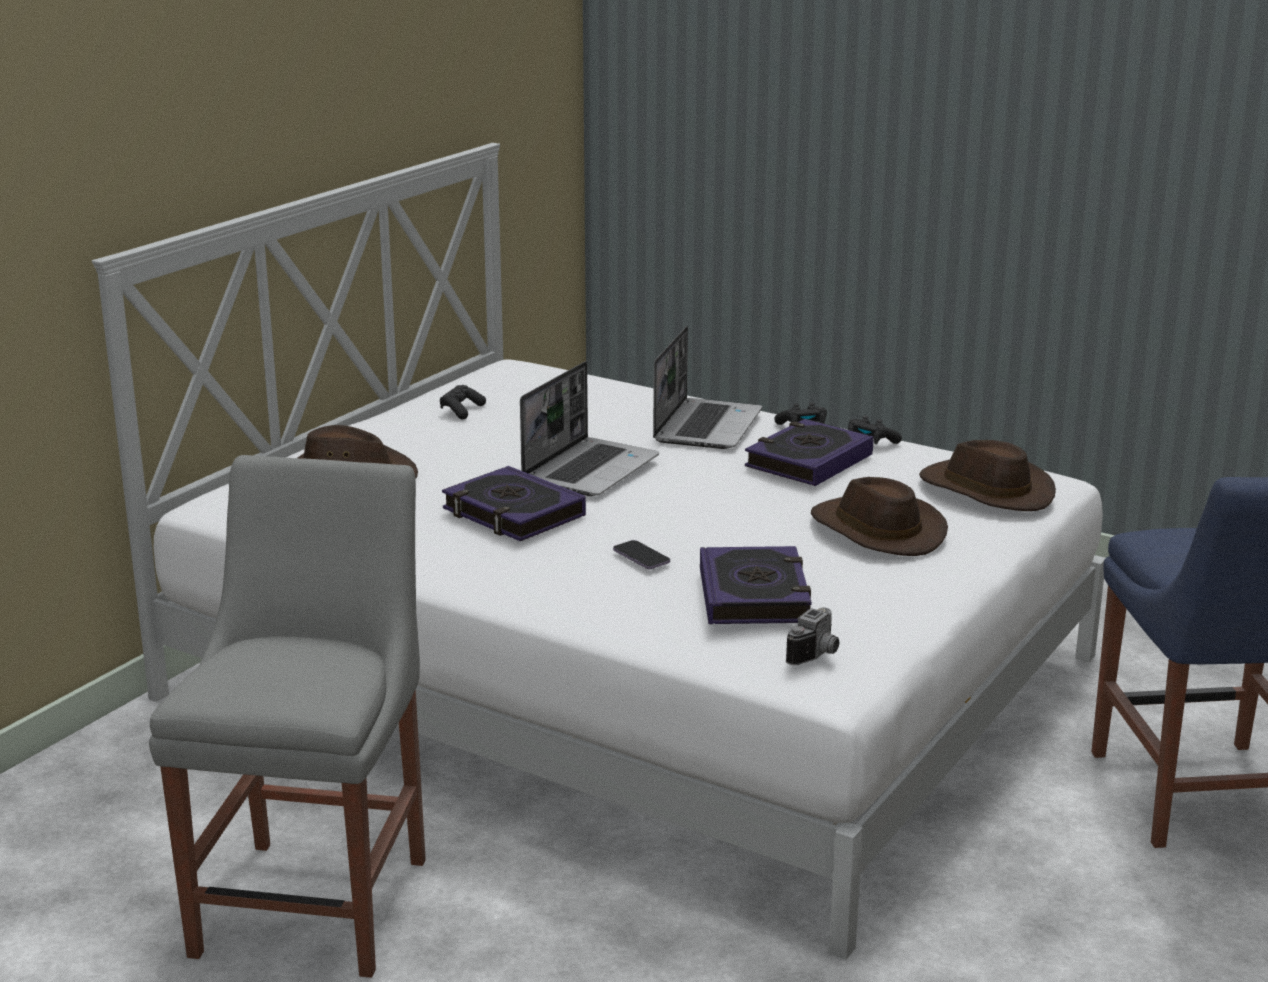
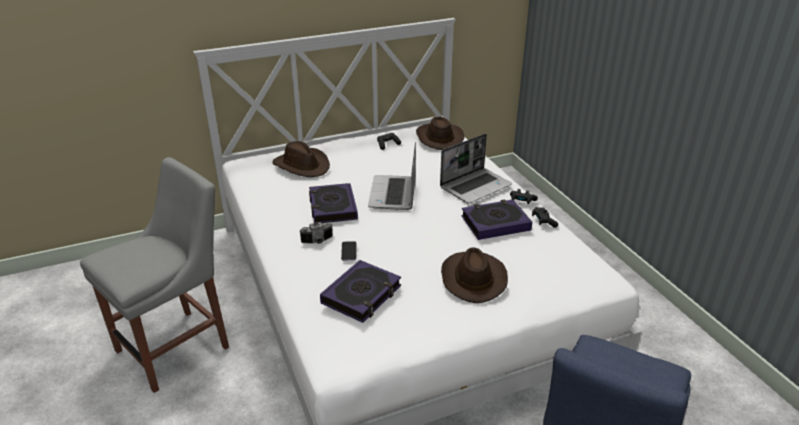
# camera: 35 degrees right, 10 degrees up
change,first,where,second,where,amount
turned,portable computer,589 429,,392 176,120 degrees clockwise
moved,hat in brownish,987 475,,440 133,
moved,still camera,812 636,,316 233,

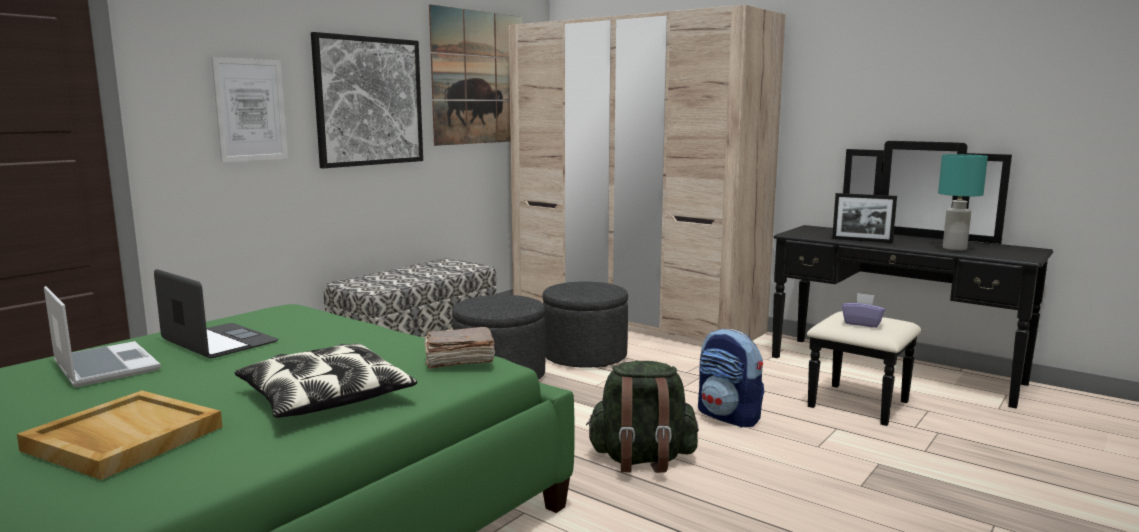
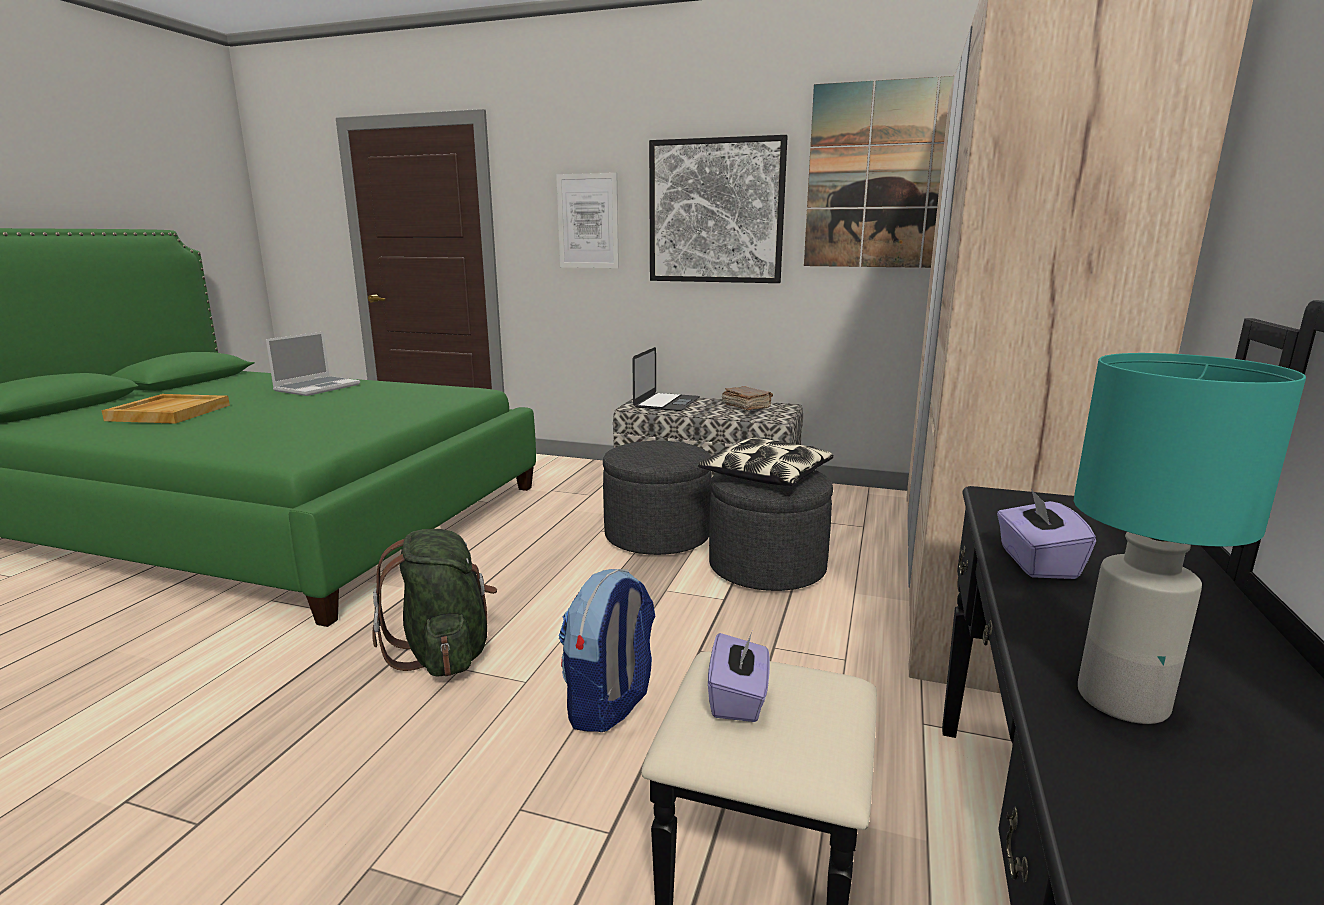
# camera: 70 degrees right, 5 degrees up
change,first,where,second,where,amount
replaced,picture frame,864 218,tissue box in purplish,1046 533,
moved,portable computer,216 313,,666 379,
moved,volume in brownish,459 348,,747 398,
moved,throw pillow,326 380,,766 461,

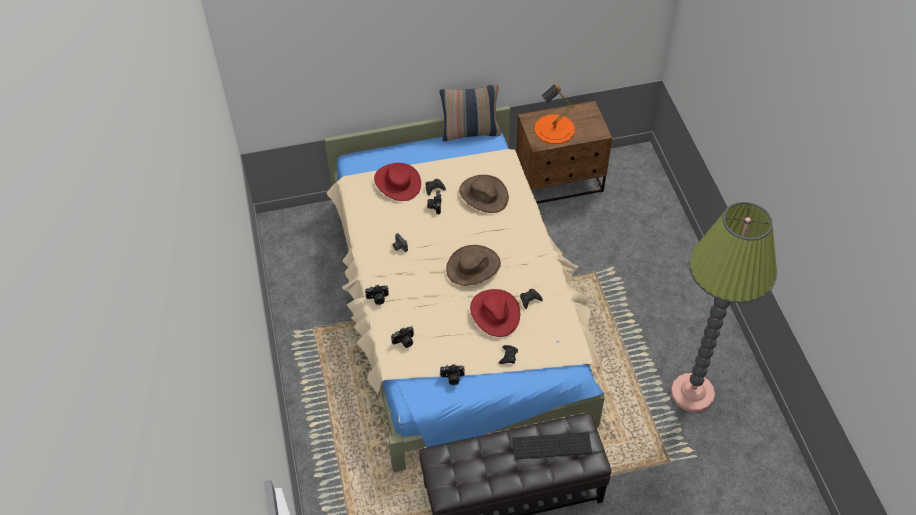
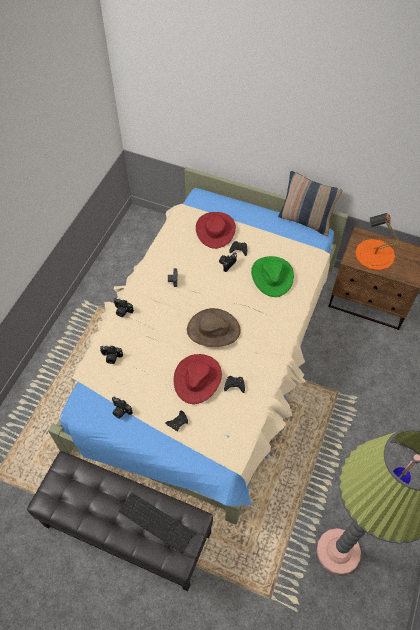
# camera: 35 degrees right, 5 degrees up
change,first,where,second,where,amount
recoloured,hat in brownish,484 194,hat in greenish,272 276,

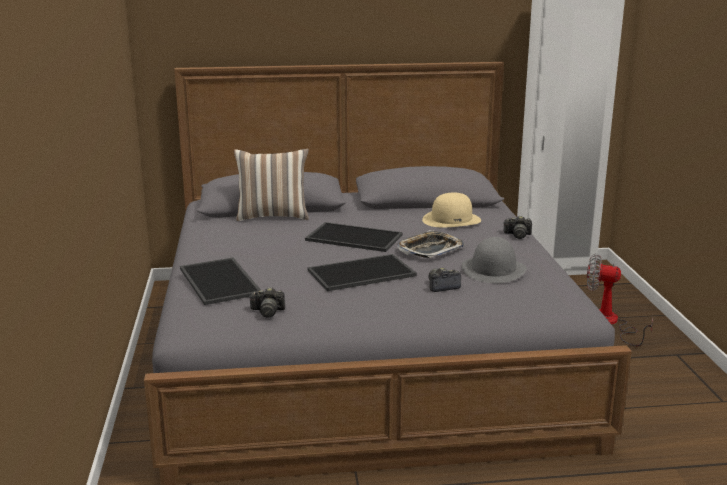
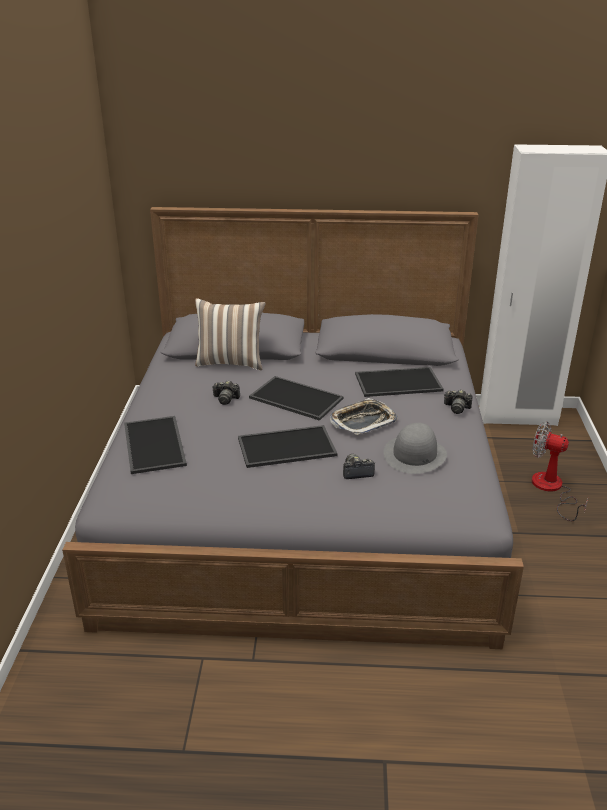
# camera: 10 degrees right, 10 degrees up
change,first,where,second,where,amount
replaced,hat in beige,451 210,carrying tray,399 382,
moved,still camera,267 302,,226 393,

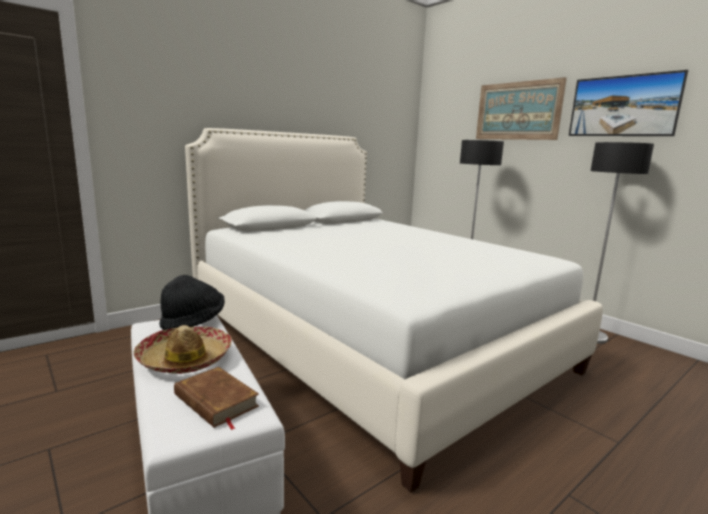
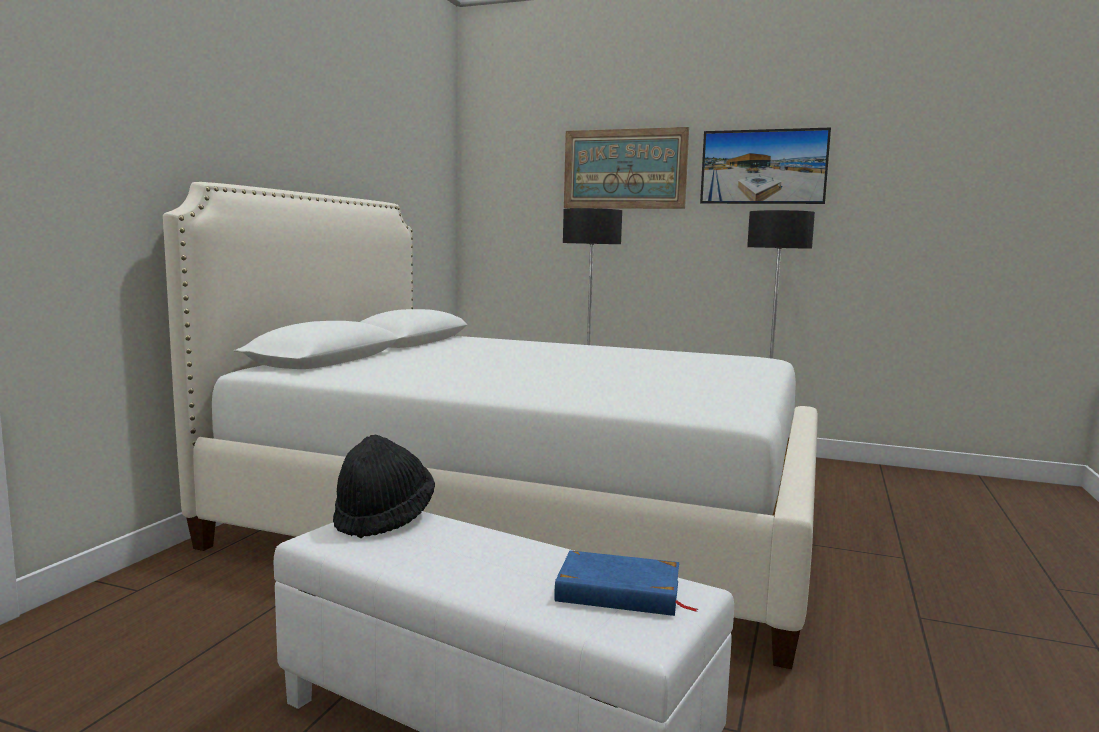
# camera: 30 degrees left, 5 degrees down
change,first,where,second,where,amount
removed,hat,182 349,,,
recoloured,volume in brownish,216 398,volume in blue,626 583,

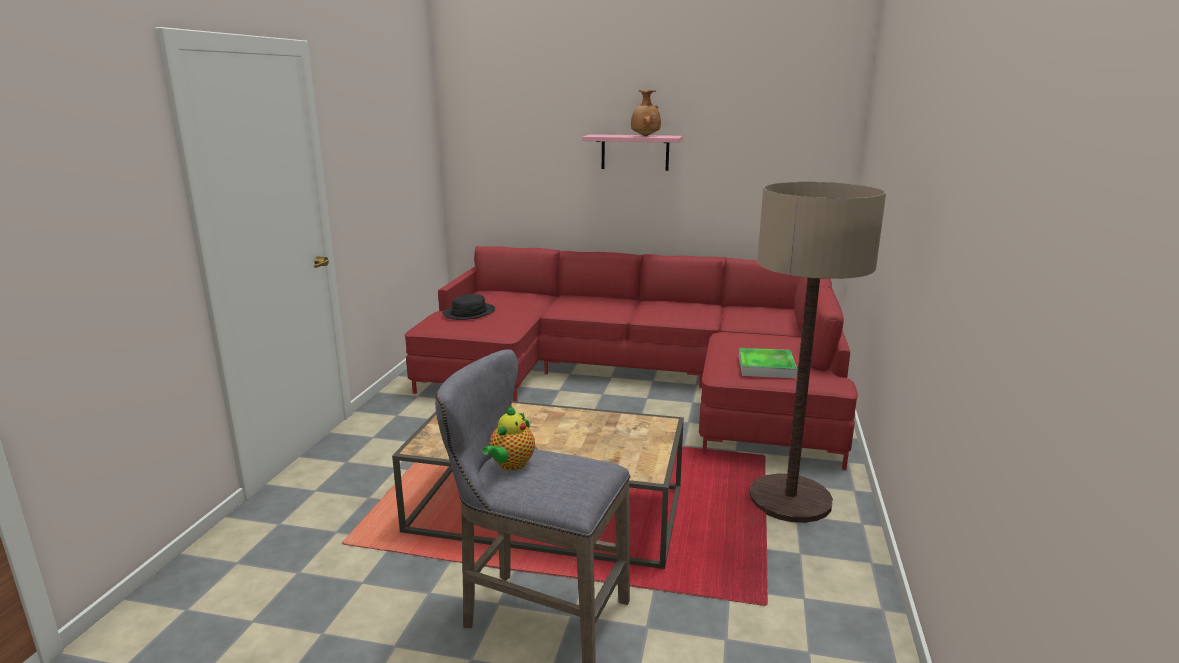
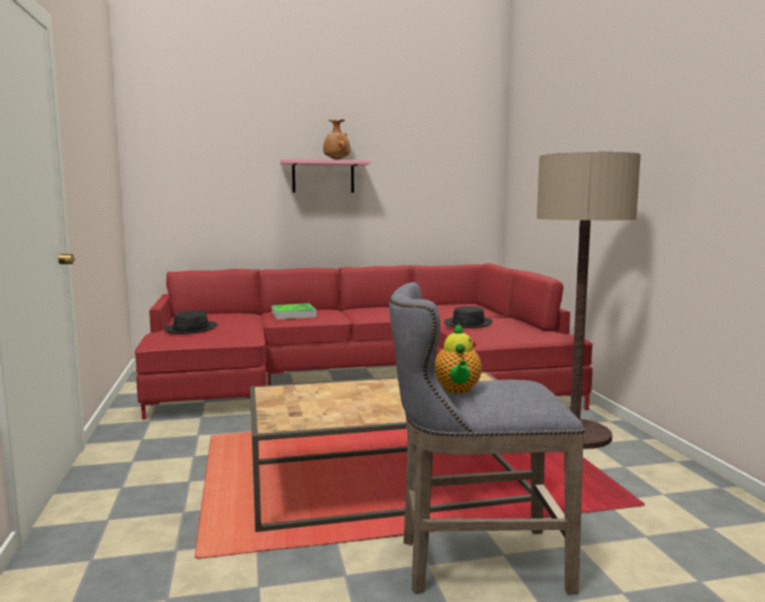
# camera: 25 degrees left, 10 degrees down
change,first,where,second,where,amount
moved,carrying tray,768 363,,294 311,
added,,,hat in black,468 317,

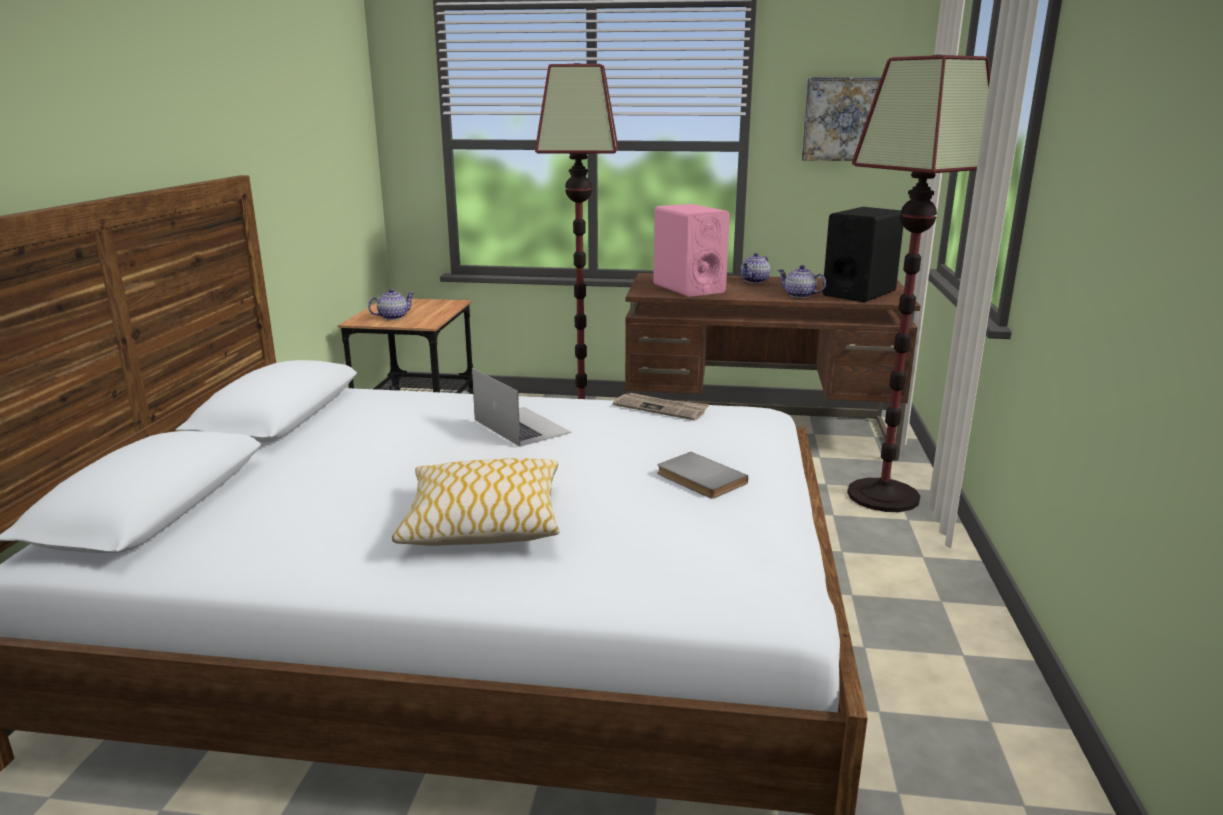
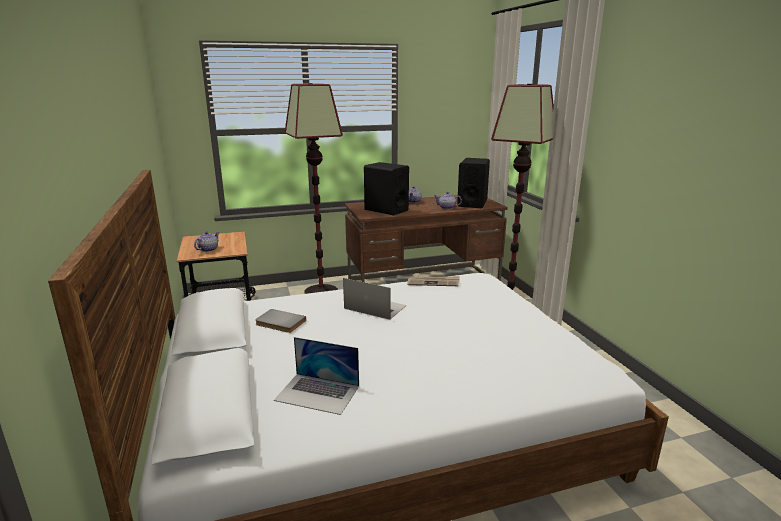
# camera: 25 degrees left, 0 degrees up
change,first,where,second,where,amount
removed,wall art,841 119,,,
recoloured,loudspeaker in pink,691 250,loudspeaker in black,386 188,
moved,volume in greyish,702 475,,280 321,
removed,throw pillow,476 502,,,
added,,,portable computer,316 376,

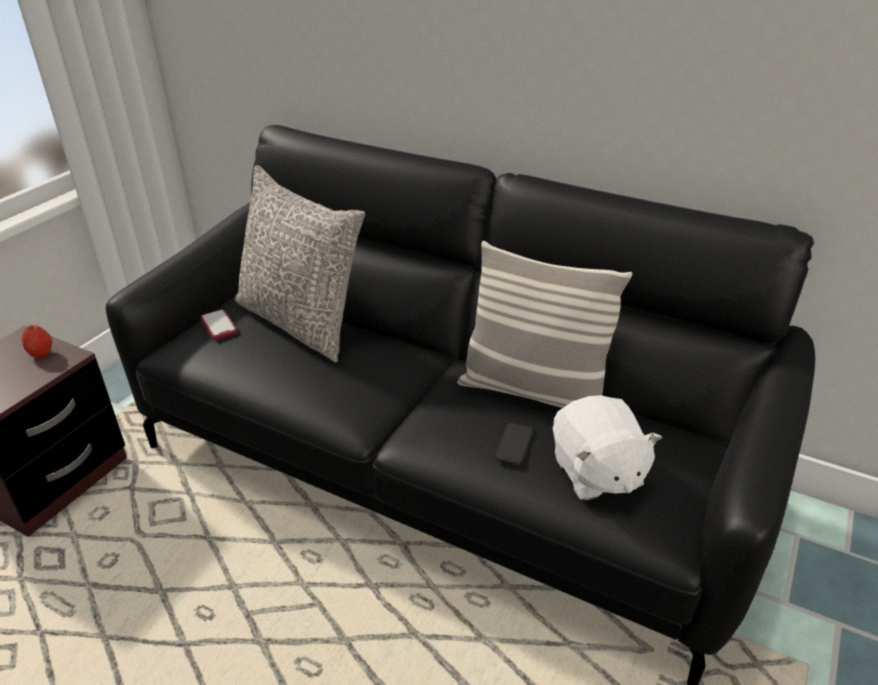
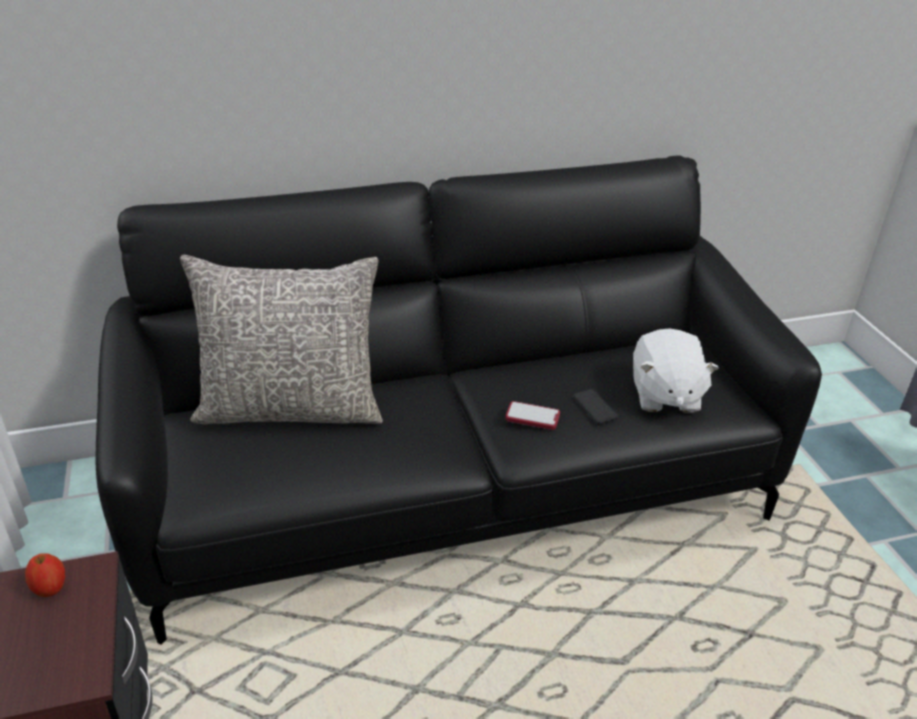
# camera: 45 degrees left, 0 degrees up
change,first,where,second,where,amount
removed,throw pillow,545 324,,,
moved,telephone,219 325,,533 415,
turned,soft toy in whitish,607 447,,676 370,60 degrees clockwise

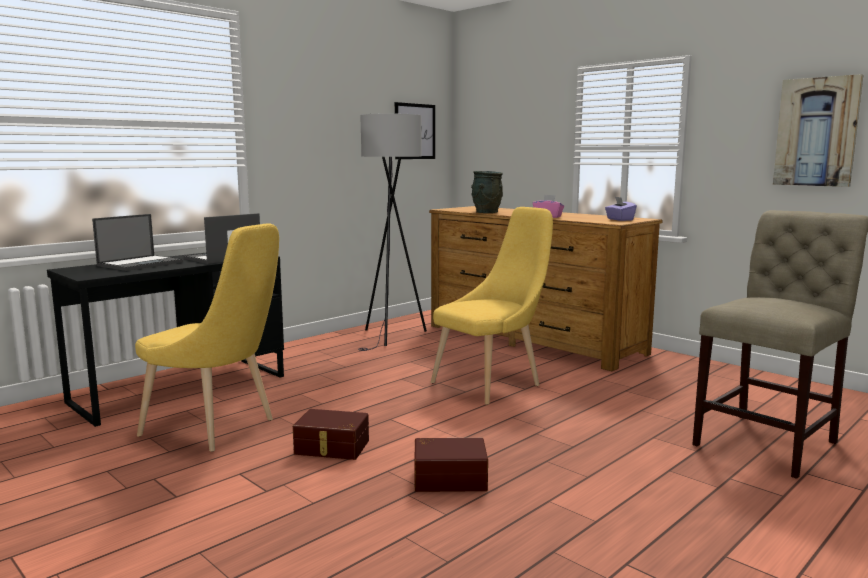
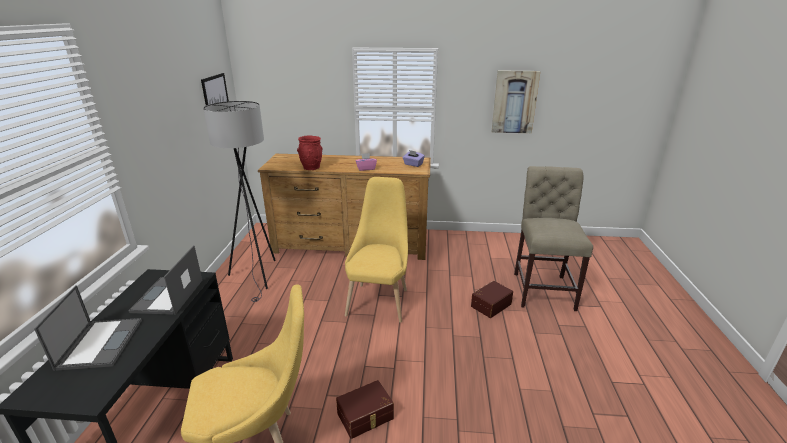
# camera: 40 degrees left, 15 degrees up
change,first,where,second,where,amount
recoloured,flower vase in greyish,487 192,flower vase in reddish,310 152,
moved,storage box in brownish,451 465,,492 299,

